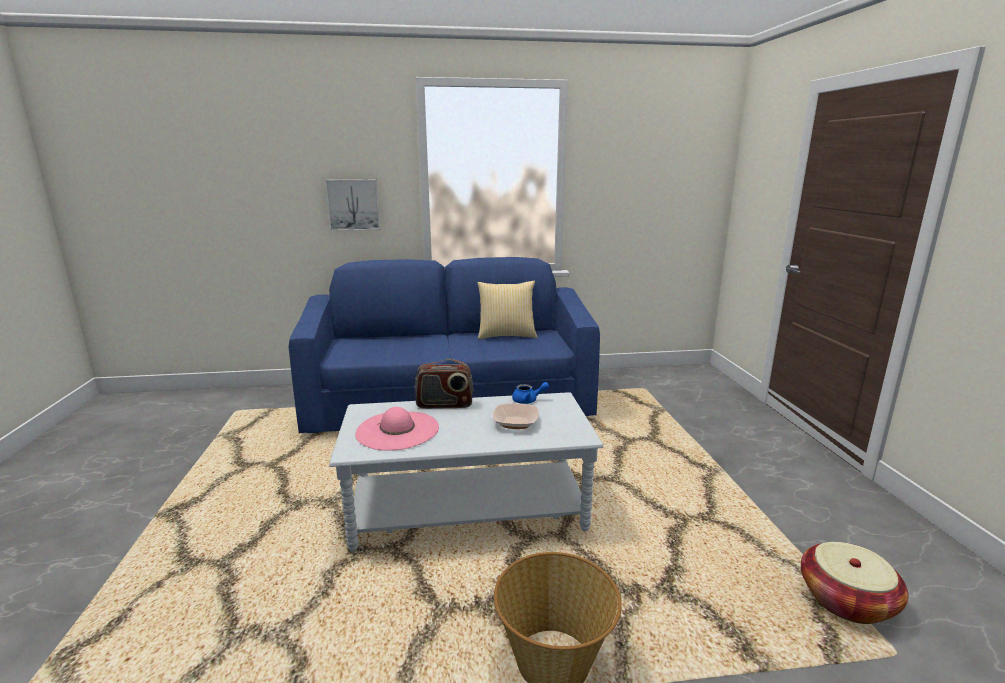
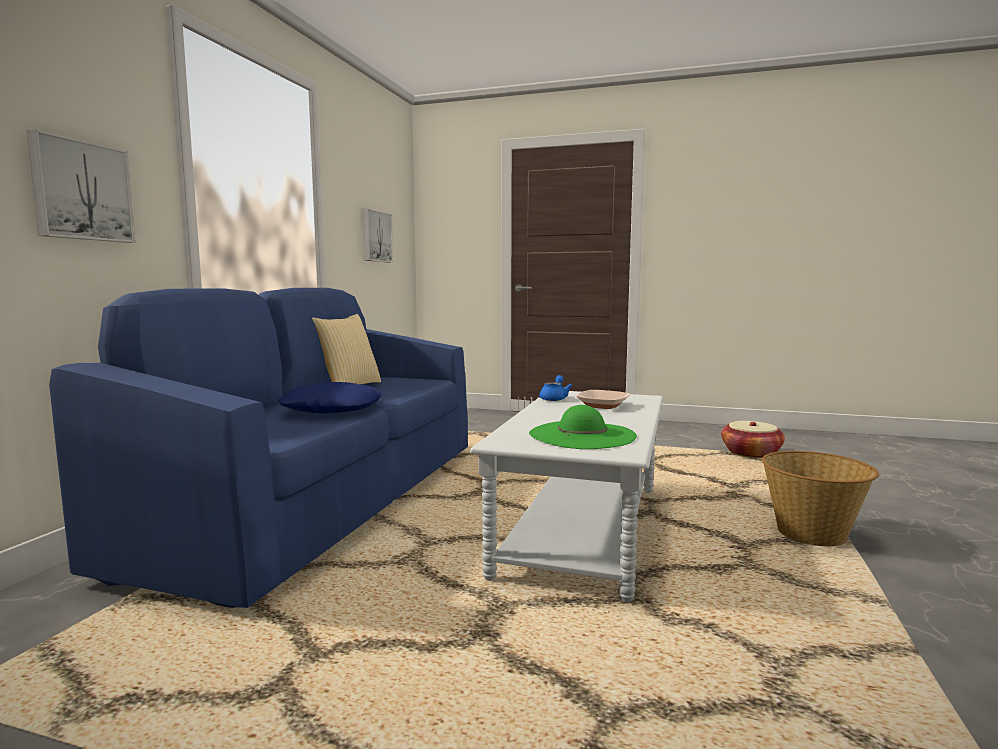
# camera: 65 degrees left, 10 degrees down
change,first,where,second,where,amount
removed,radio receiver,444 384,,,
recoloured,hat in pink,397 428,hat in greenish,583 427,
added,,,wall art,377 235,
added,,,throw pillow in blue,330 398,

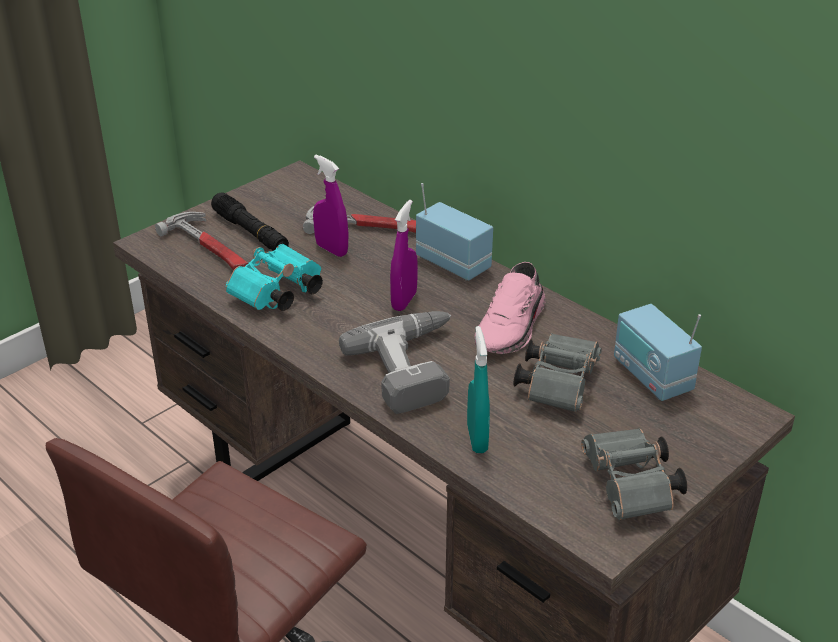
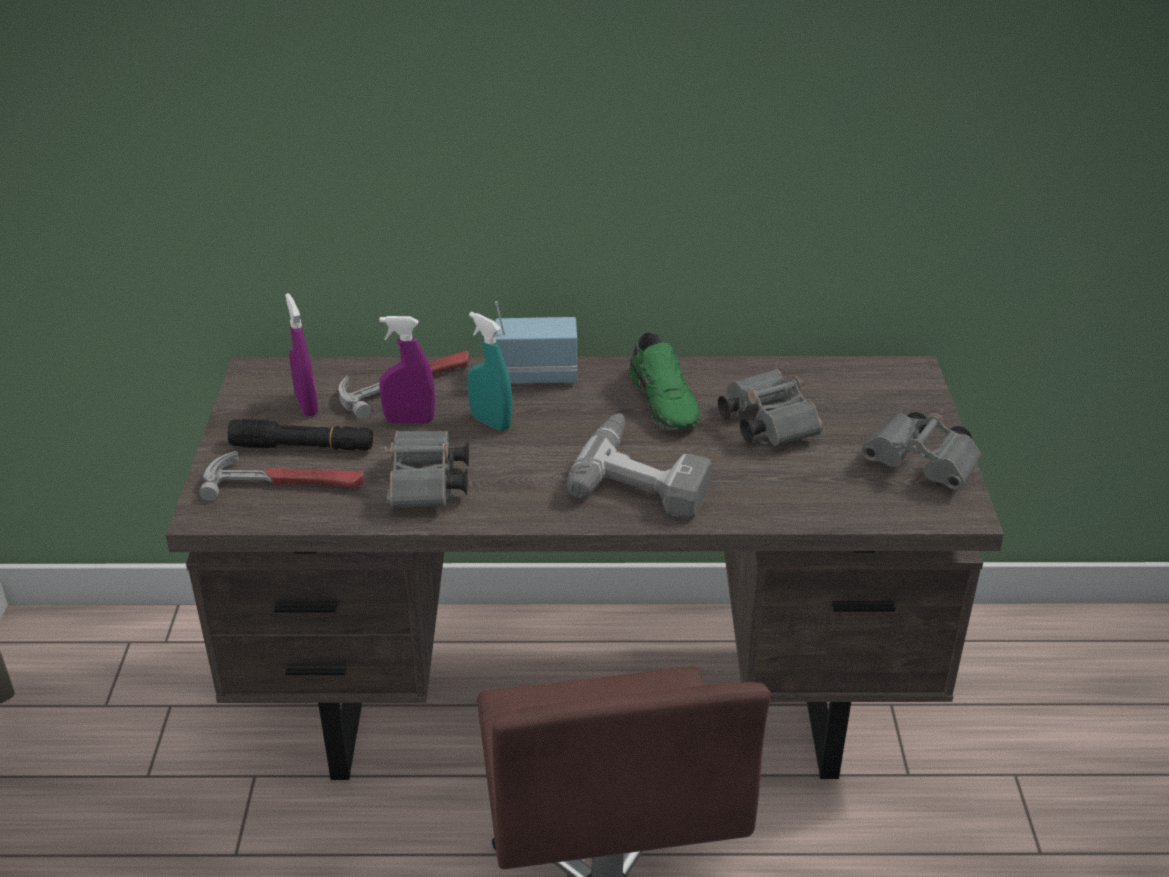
# camera: 45 degrees left, 0 degrees up
change,first,where,second,where,amount
moved,sprayer in purplish,404 255,,301 354,
recoloured,binoculars in turquoise,274 277,binoculars in greyish,427 470,
recoloured,low shoe in pink,510 308,low shoe in greenish,665 381,
removed,radio receiver,658 352,,,
moved,sprayer in turquoise,478 389,,490 371,

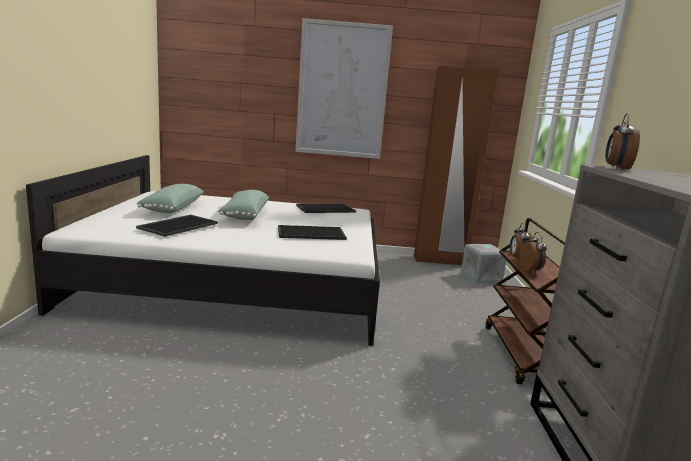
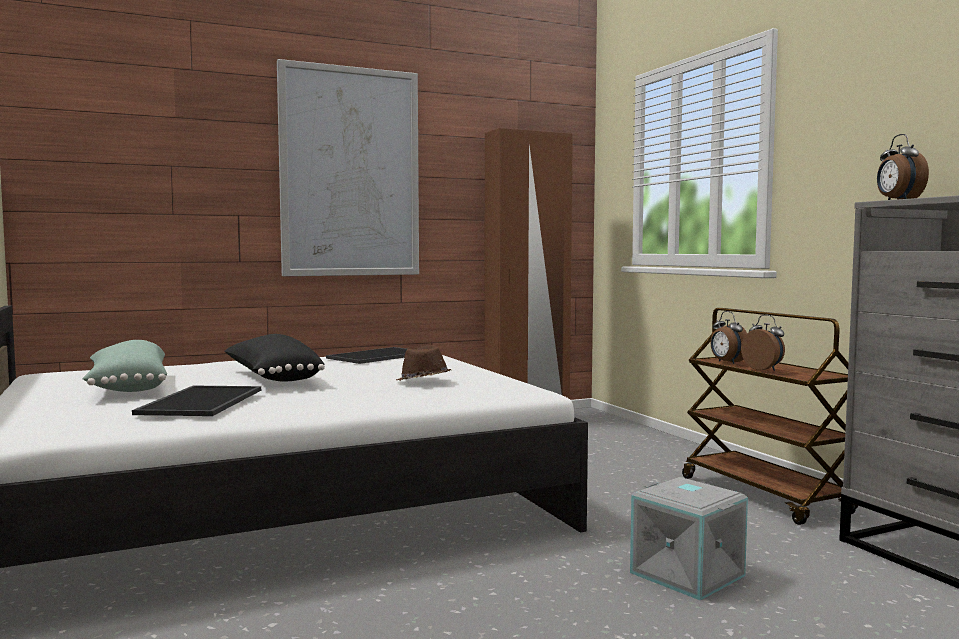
# camera: 25 degrees left, 10 degrees down
change,first,where,second,where,amount
recoloured,throw pillow in greenish,243 205,throw pillow in black,274 357,
replaced,carrying tray,312 232,hat in brownish,424 363,
moved,storage box in greyish,484 264,,689 538,

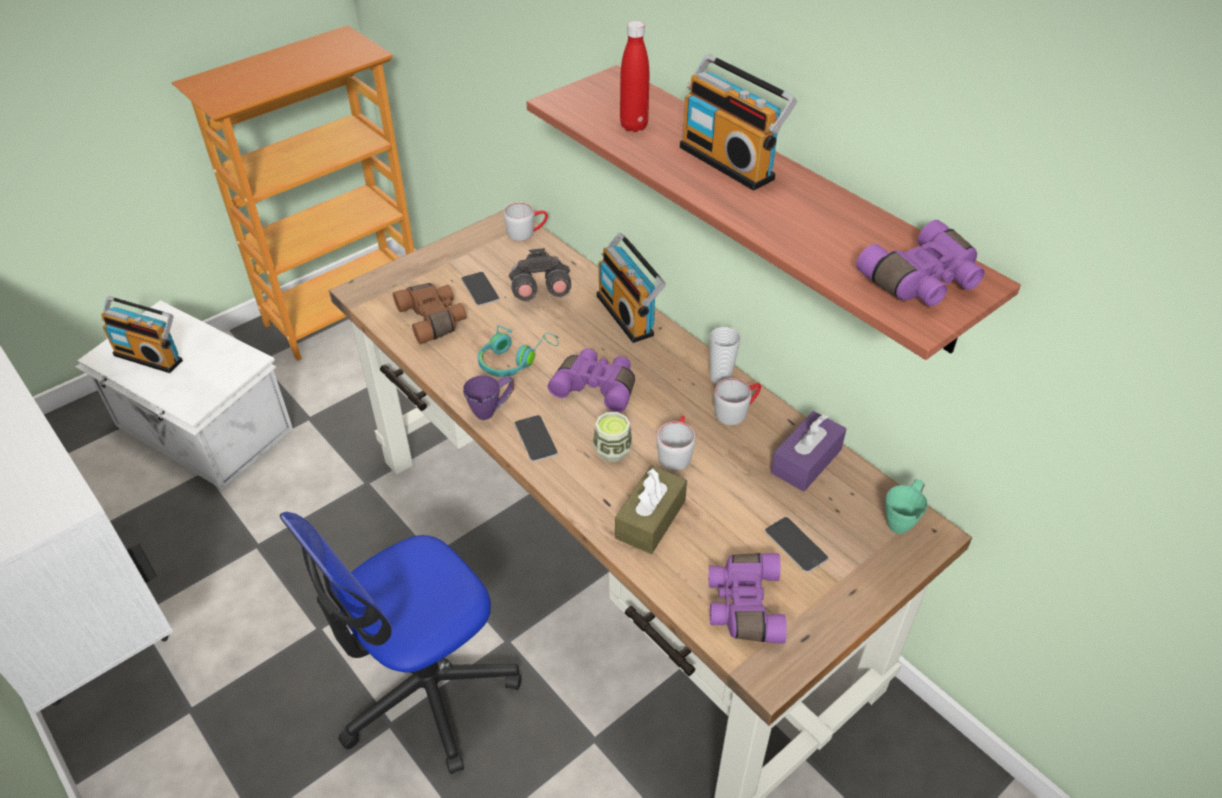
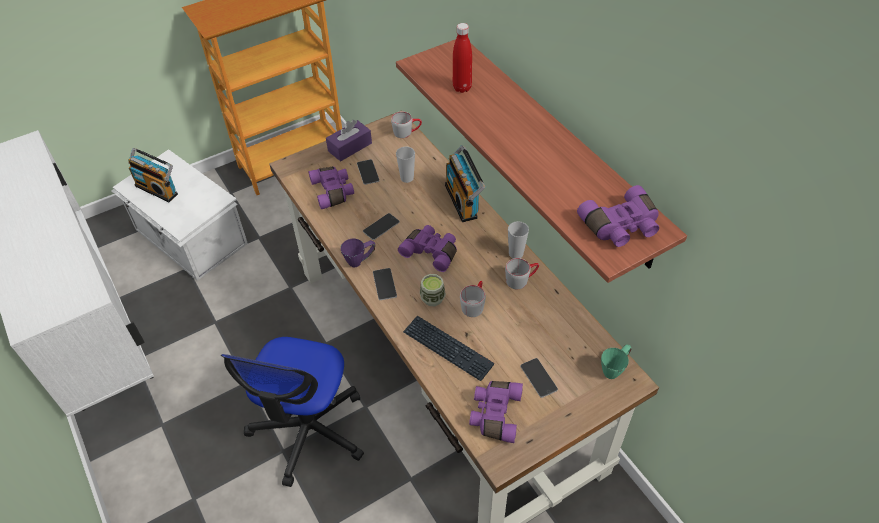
# camera: 10 degrees right, 5 degrees up
change,first,where,second,where,amount
removed,radio receiver,738 122,,,
replaced,binoculars in greyish,540 274,cup,405 164,
recoloured,binoculars in brownish,430 313,binoculars in purplish,331 188,
replaced,headphones in turquoise,518 351,telephone,381 226,
moved,tissue box in purplish,809 451,,349 140,
replaced,tissue box in brownish,651 509,PC keyboard,448 348,
turned,computer chair,401 643,,292 412,45 degrees counterclockwise

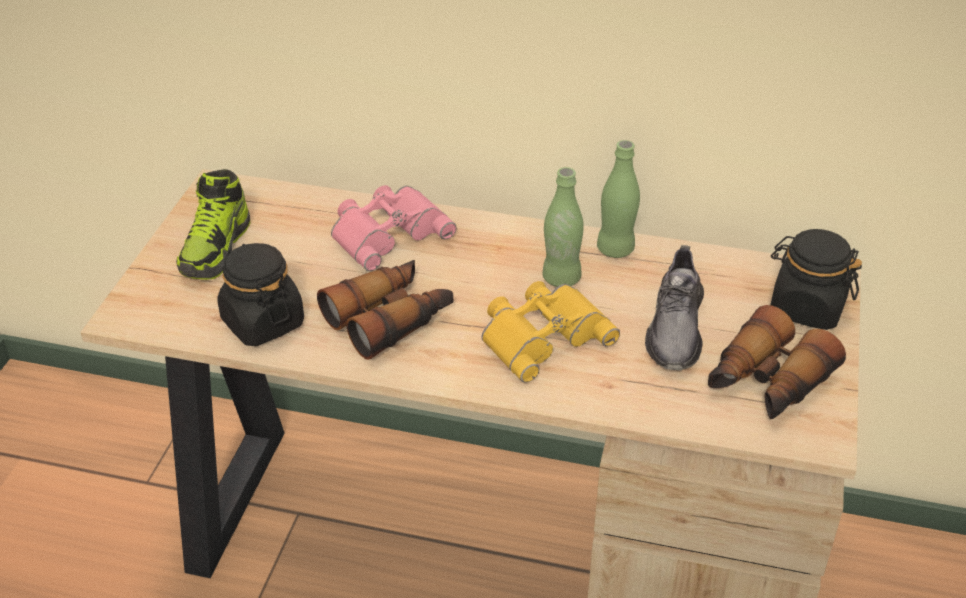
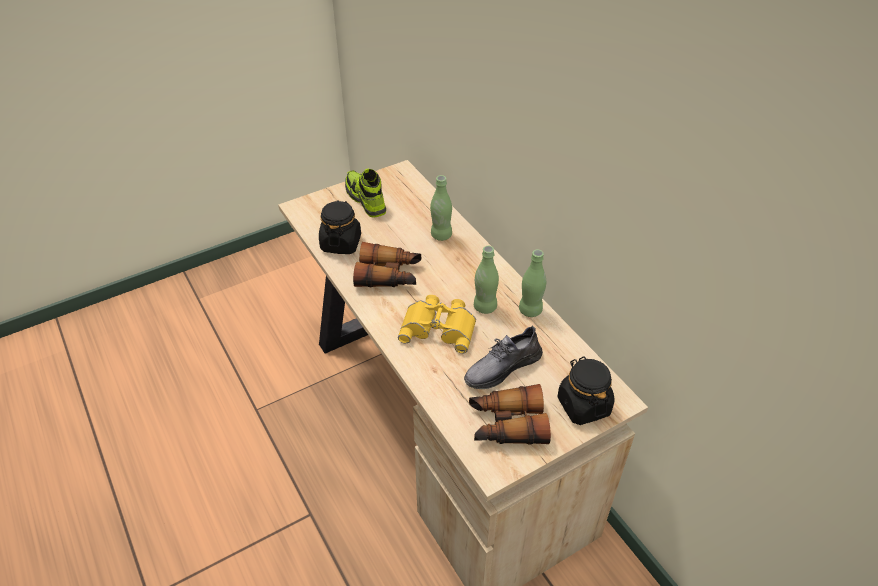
# camera: 45 degrees right, 5 degrees up
change,first,where,second,where,amount
turned,low shoe,213 224,,365 193,90 degrees clockwise
replaced,binoculars in pink,394 228,bottle in greenish,441 208,

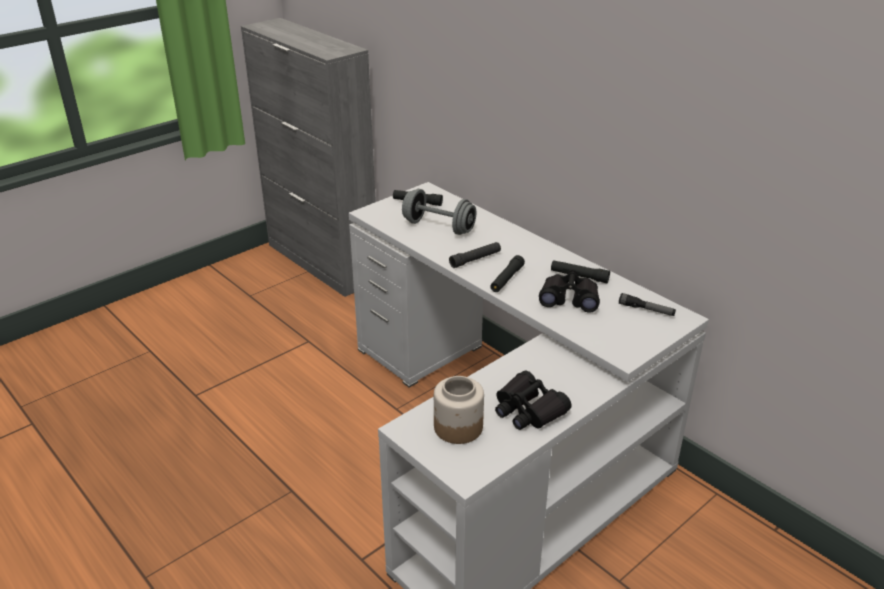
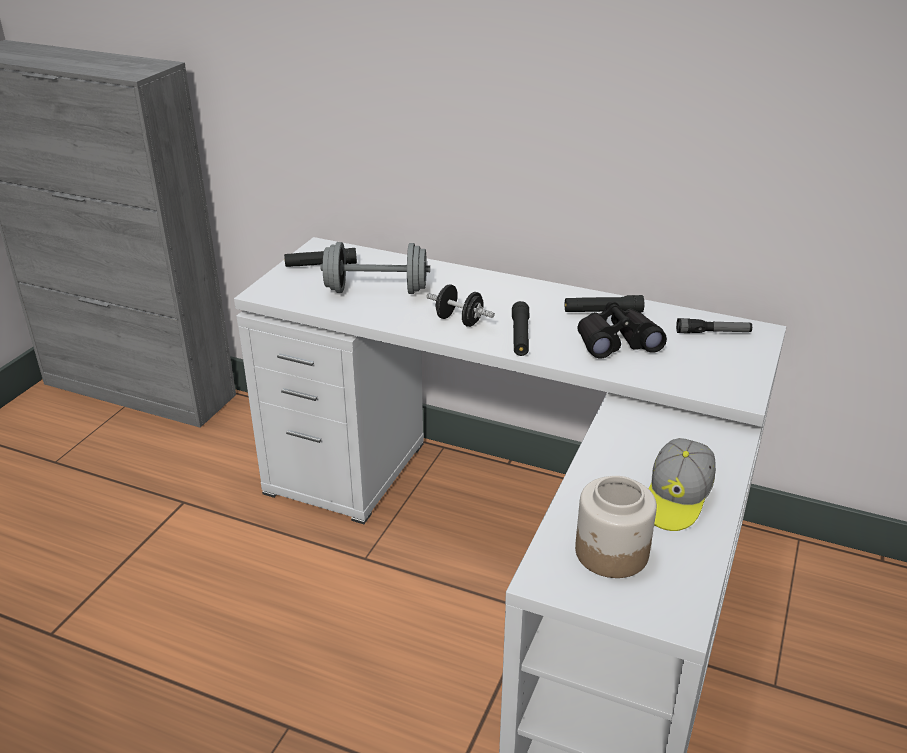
# camera: 25 degrees left, 0 degrees up
change,first,where,second,where,amount
replaced,torch in black,475 255,free weight in black,460 305,
replaced,binoculars in black,533 400,cap,682 484,

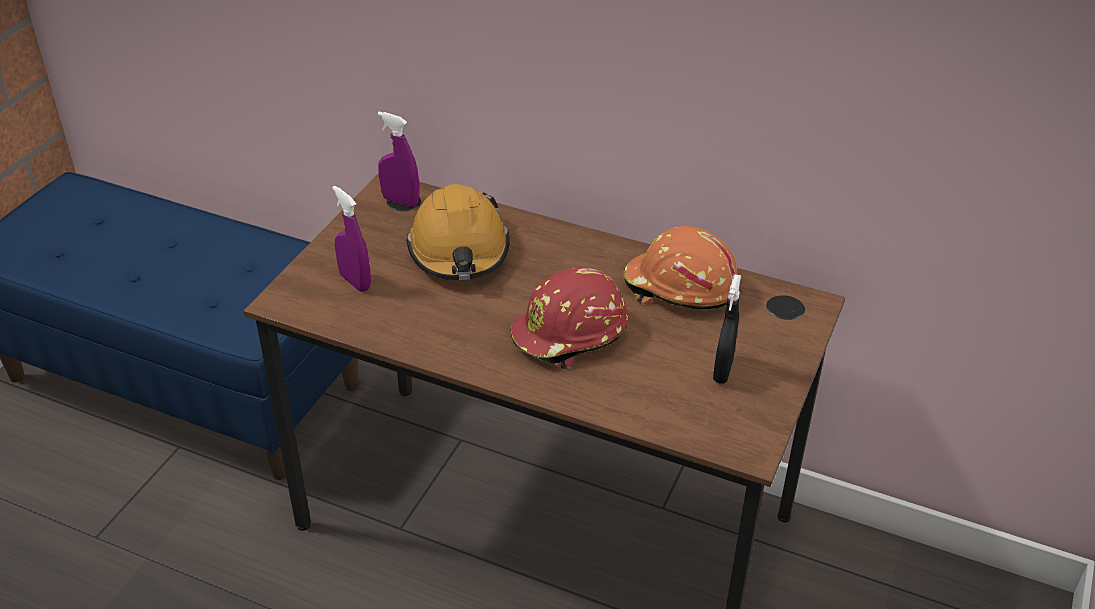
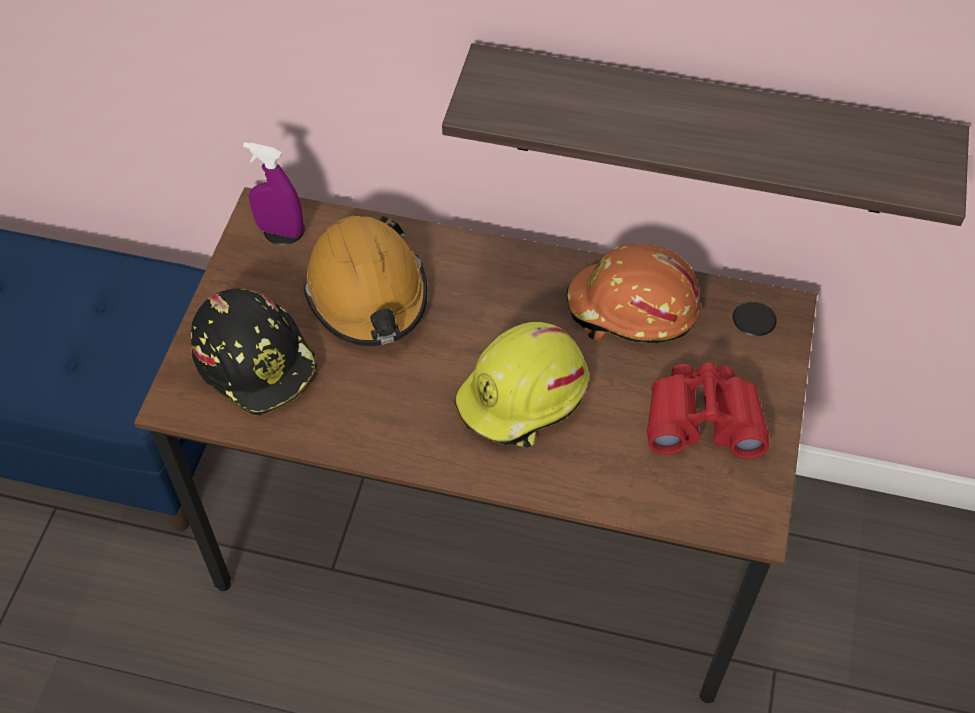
# camera: 10 degrees left, 15 degrees up
change,first,where,second,where,amount
replaced,sprayer in purplish,351 239,hard hat in black,254 352,
recoloured,hard hat in reddish,569 318,hard hat in yellowish,521 385,
replaced,sprayer in black,727 329,binoculars in reddish,708 410,
added,,,wall shelf,705 134,

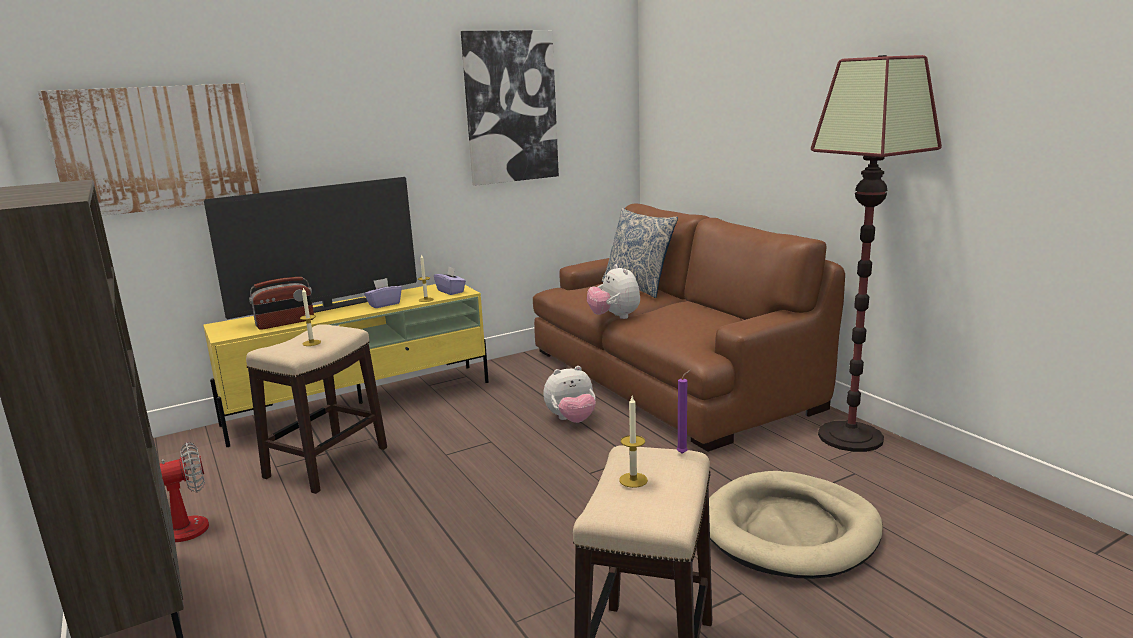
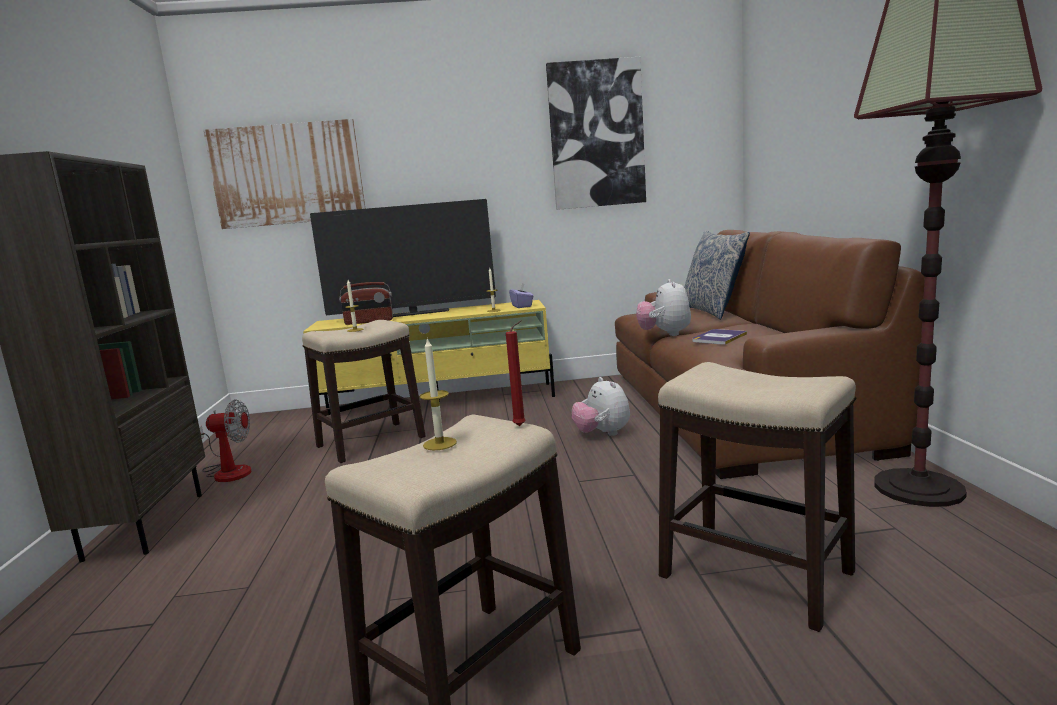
# camera: 25 degrees right, 5 degrees down
change,first,where,second,where,amount
removed,tissue box in purplish,383 293,,,
turned,soft toy,569 394,,601 406,60 degrees clockwise
recoloured,candle in purplish,684 412,candle in reddish,516 373,
replaced,dog cushion in beige,796 524,stool,757 497,
added,,,volume,719 337,

